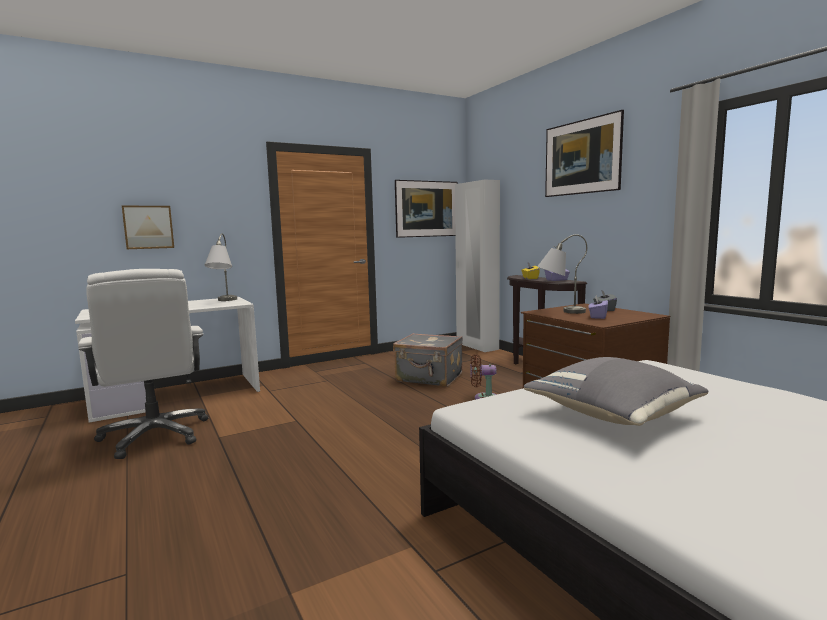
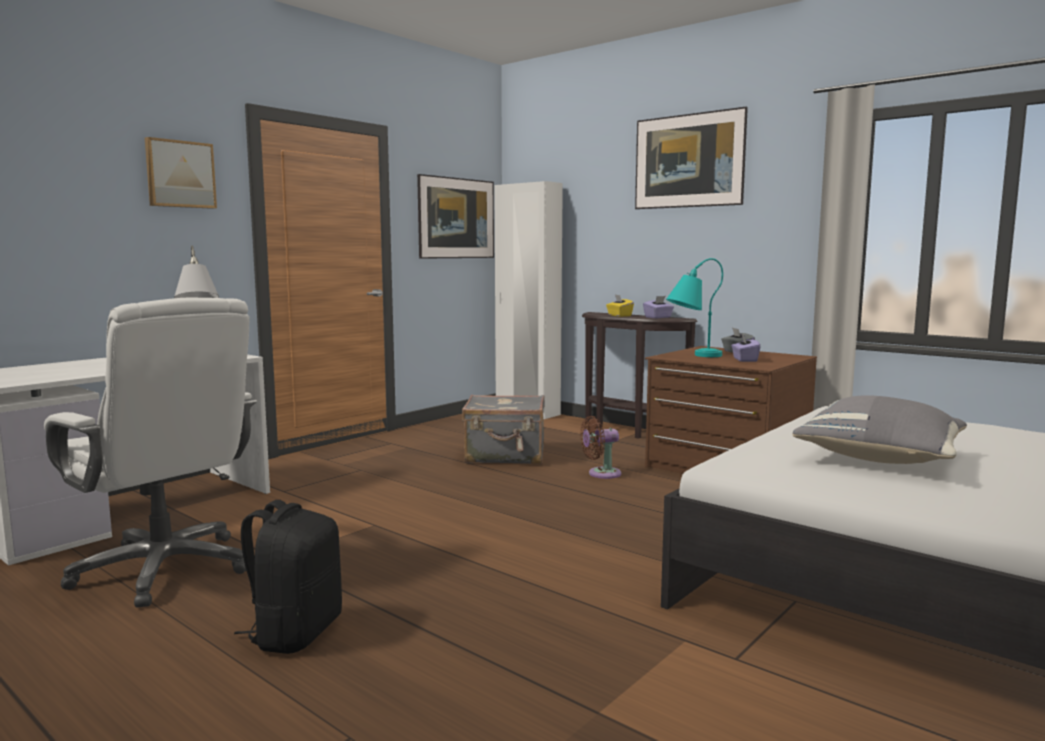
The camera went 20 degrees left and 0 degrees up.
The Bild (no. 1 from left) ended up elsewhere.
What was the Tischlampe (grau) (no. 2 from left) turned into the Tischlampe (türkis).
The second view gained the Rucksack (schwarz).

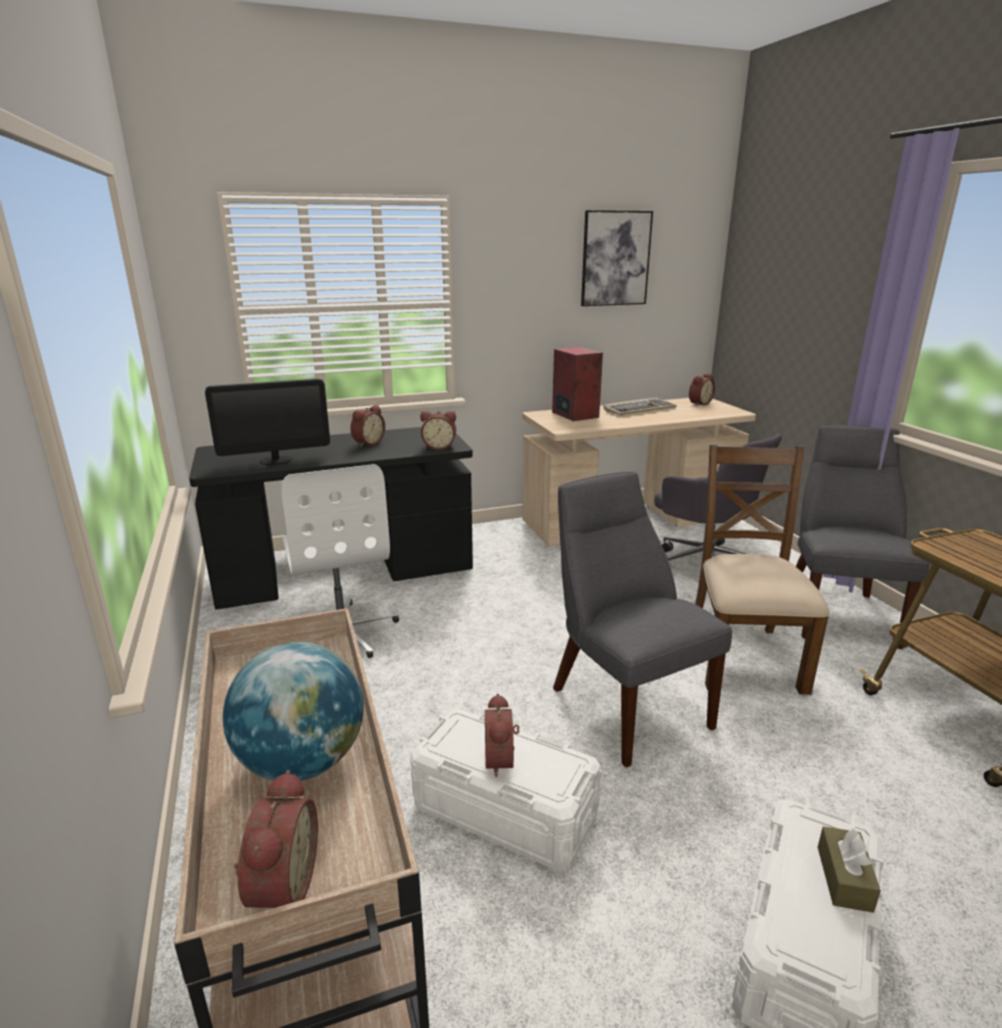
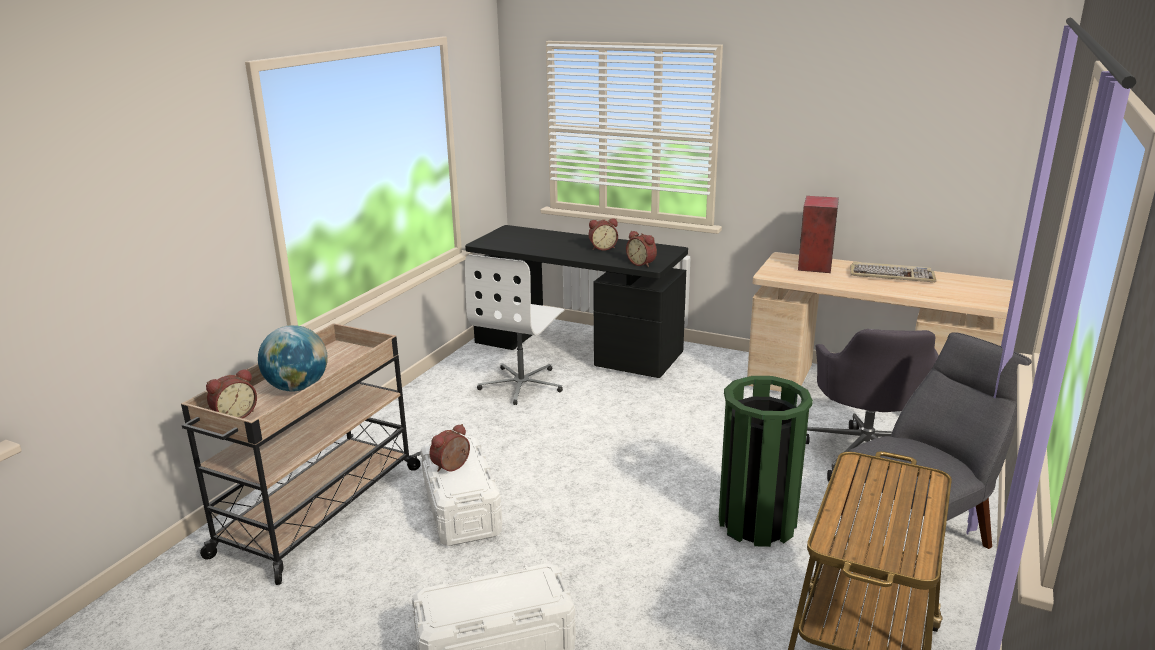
The camera went 45 degrees right and 0 degrees up.
The second view lost the Monitor.
The second view lost the Stuhl (grau) (no. 1 from left).
The second view lost the Bild.
The second view lost the Wecker (no. 5 from left).
Where the Stuhl (braun) stood, the Mülleimer (grün) came to stand.
The second view lost the Taschentuchbox (braun).

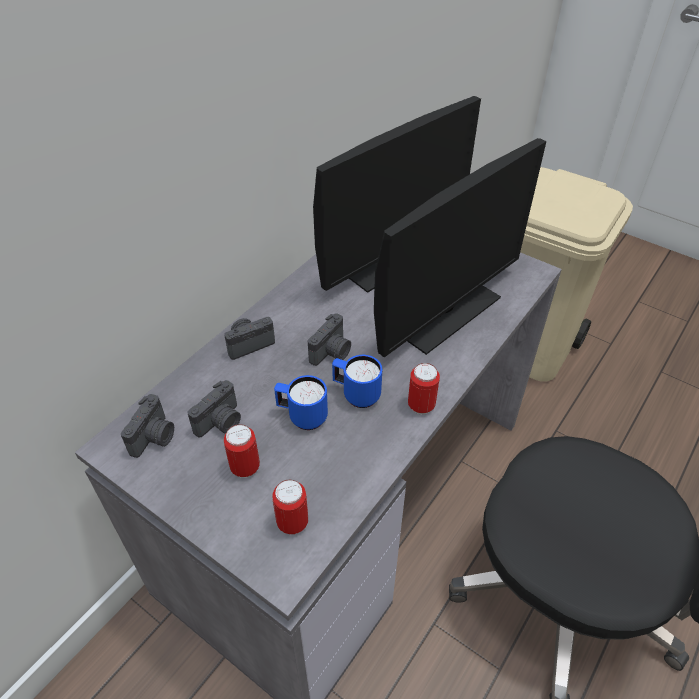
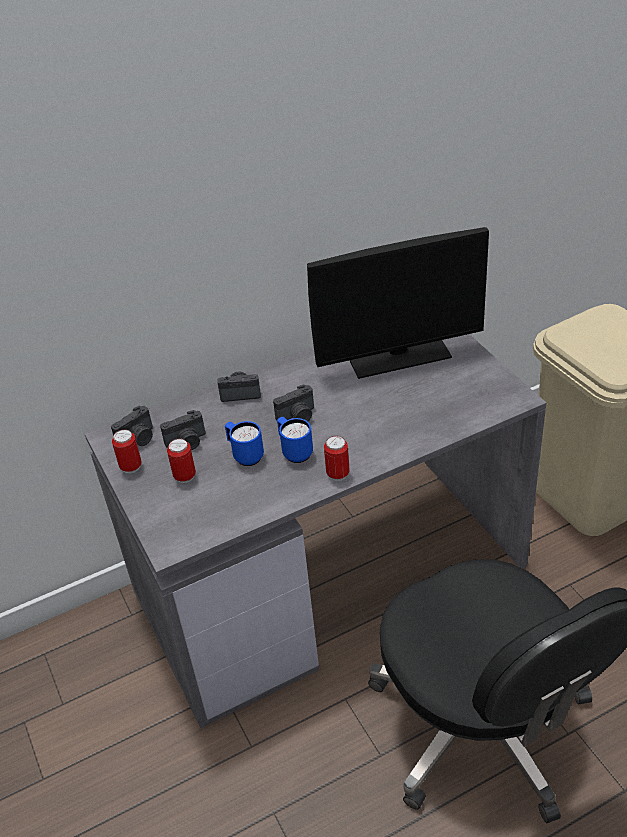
The camera went 30 degrees right and 5 degrees down.
The Dose (no. 2 from left in the first image) ended up elsewhere.
The second view lost the Monitor (no. 2 from left).

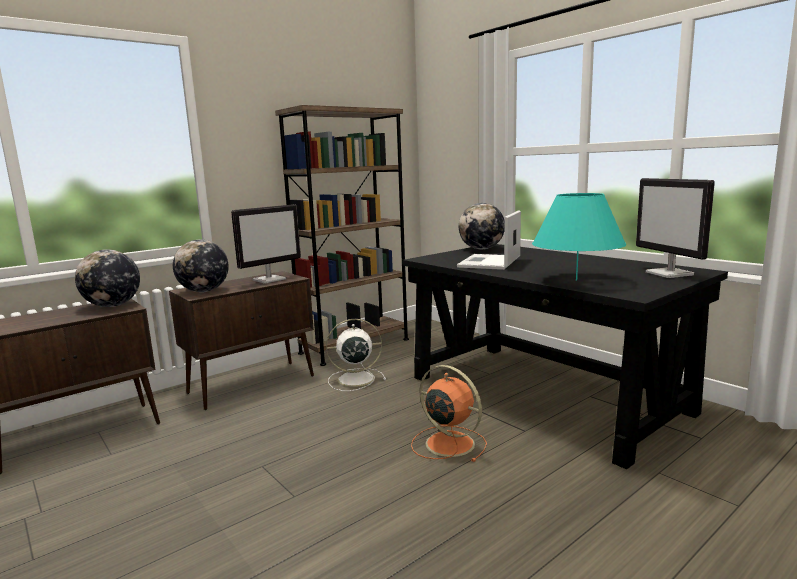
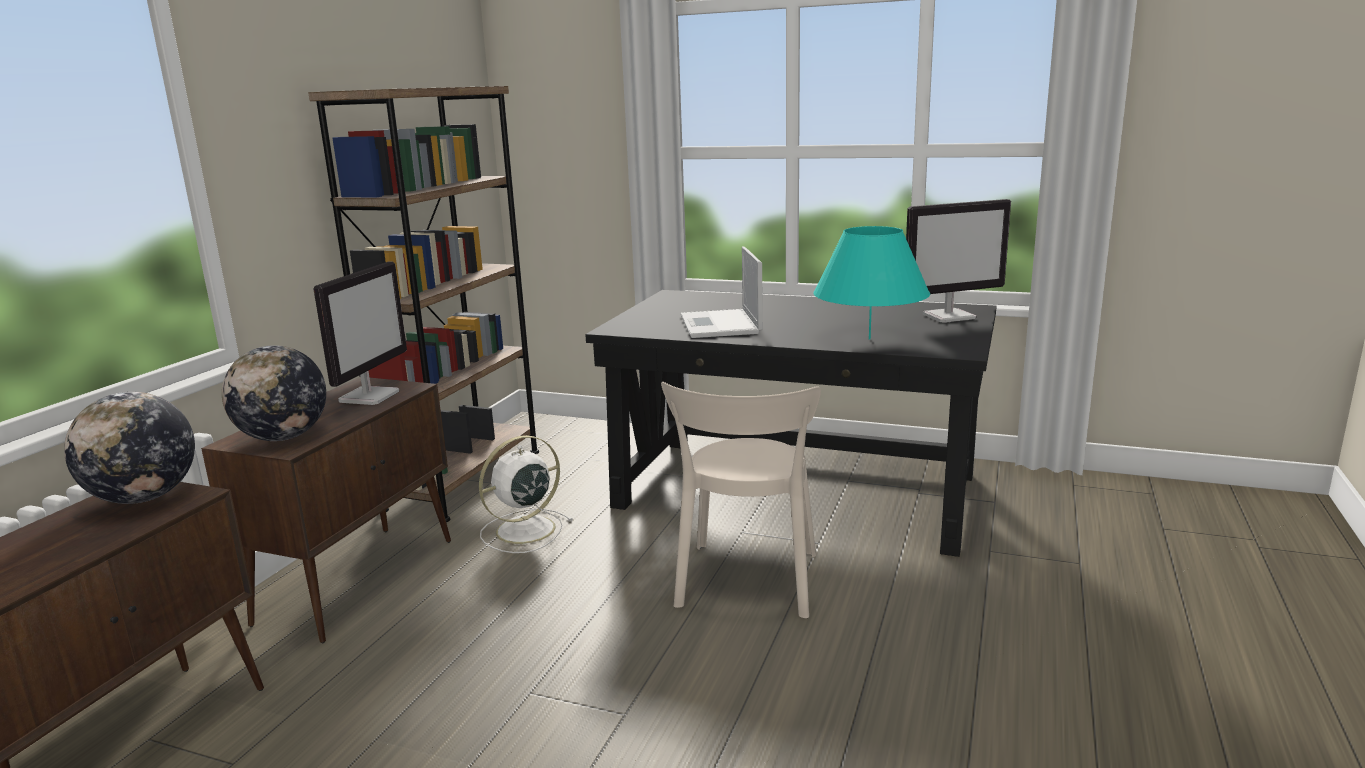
The camera went 30 degrees left and 5 degrees up.
Where the Ventilator (orange) stood, the Stuhl (beige) came to stand.
The second view lost the Globus (no. 3 from left).
The Monitor (no. 2 from left) ended up facing another way, 60 degrees counterclockwise from before.

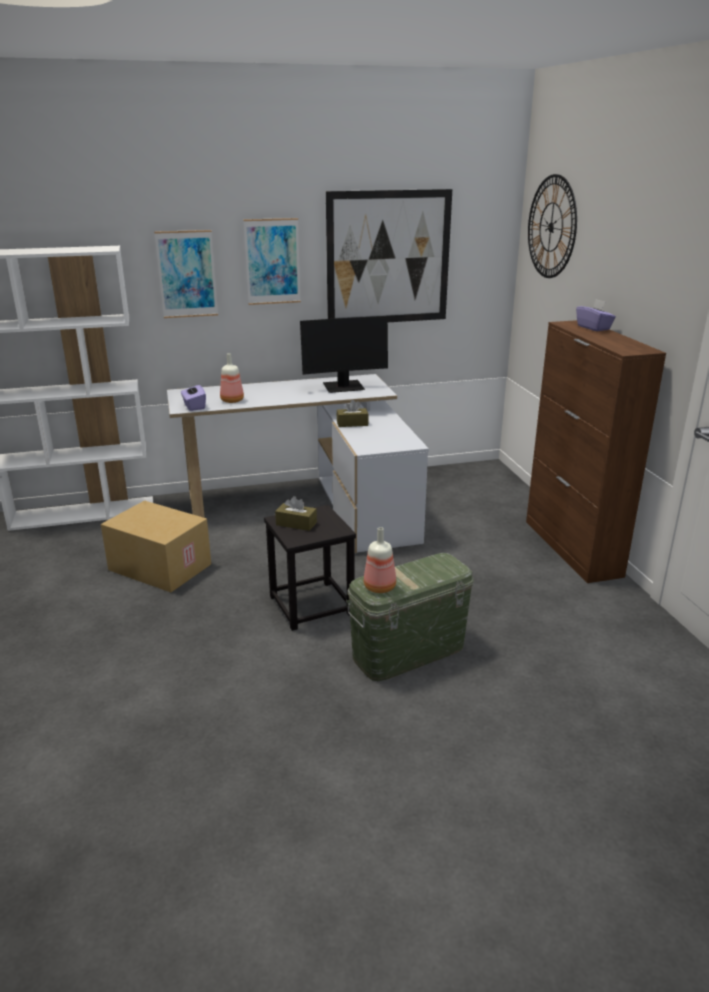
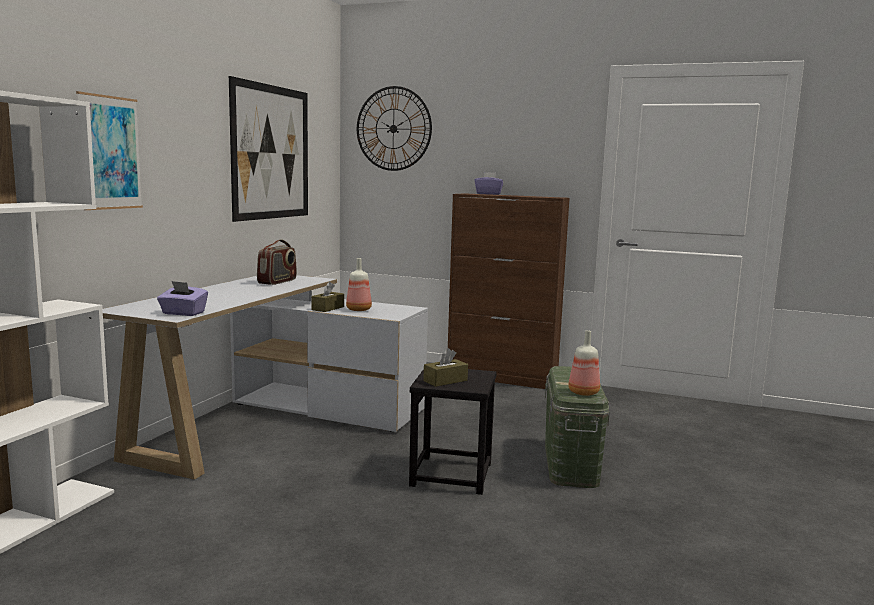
The camera went 55 degrees left and 15 degrees down.
The second view lost the Karton.
The Flasche (no. 1 from left) ended up elsewhere.
The second view lost the Bild (no. 2 from left).
Where the Monitor stood, the Radio came to stand.

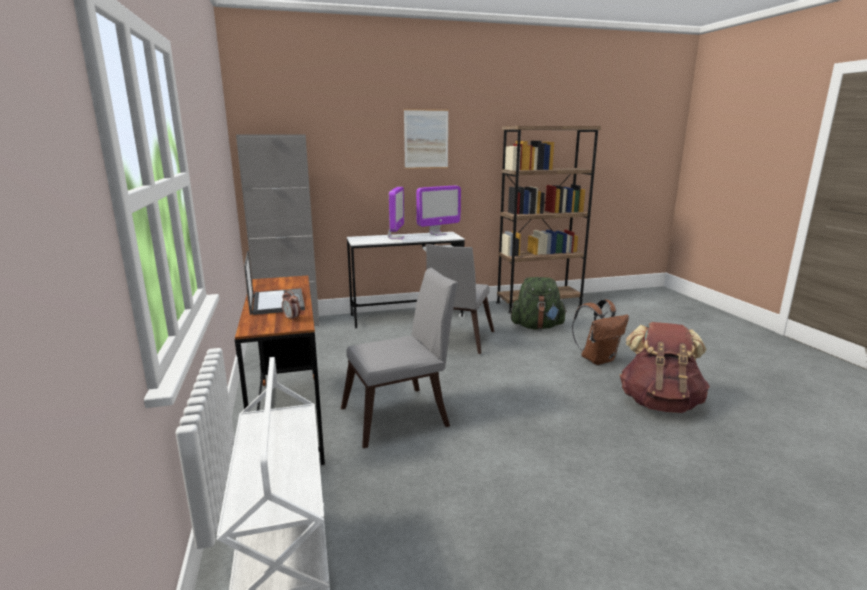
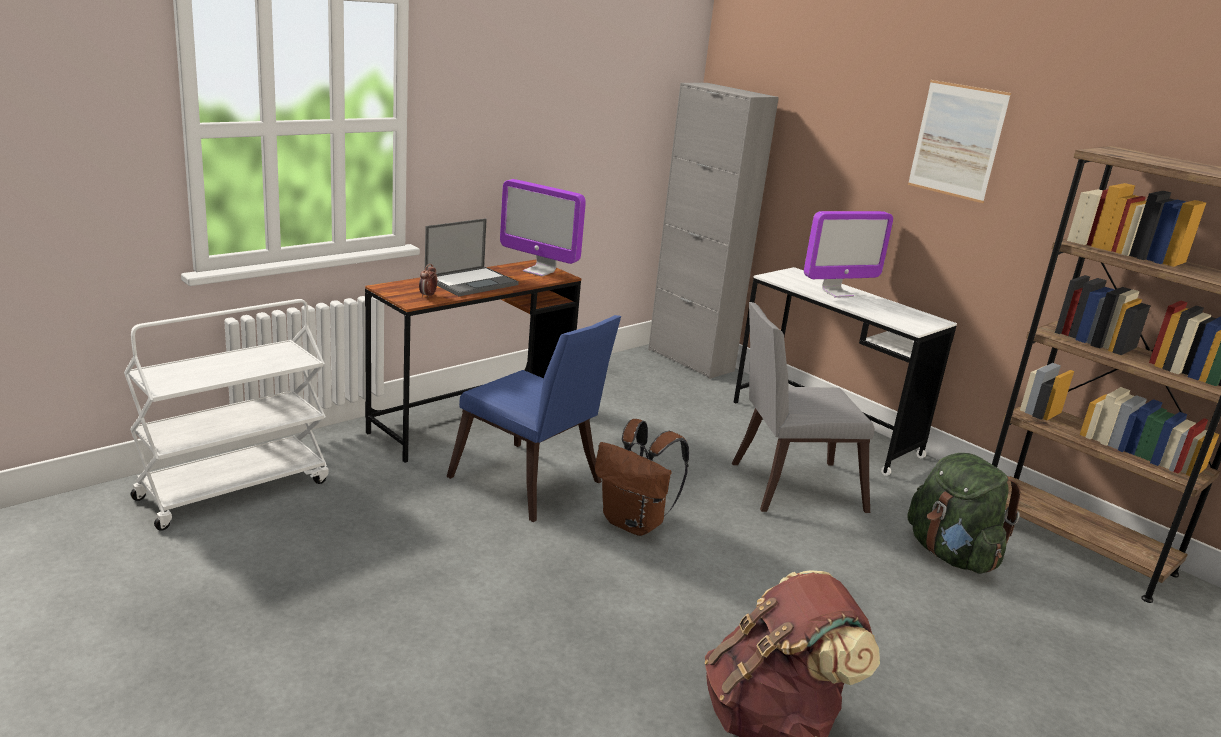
The camera went 60 degrees right and 5 degrees up.
What was the Stuhl (grau) (no. 1 from left) turned into the Stuhl (blau).
The Monitor (no. 2 from left in the first image) ended up elsewhere.
The Rucksack (braun) (no. 1 from left) ended up elsewhere.

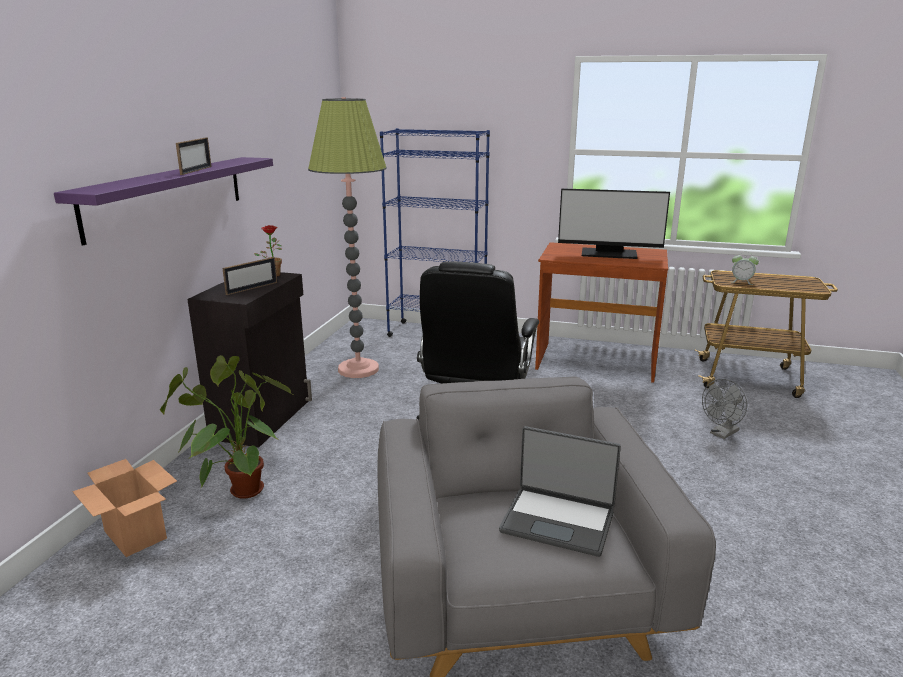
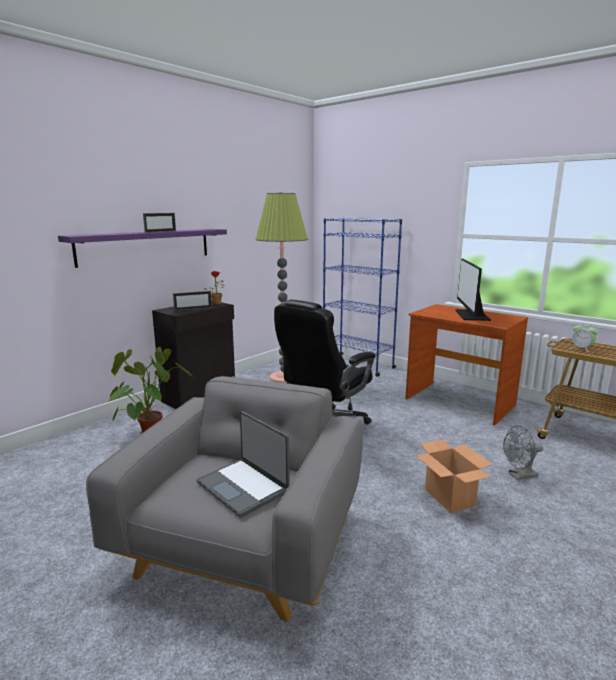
The camera went 25 degrees right and 5 degrees down.
The Karton ended up elsewhere.
The Monitor ended up facing another way, 60 degrees clockwise from before.

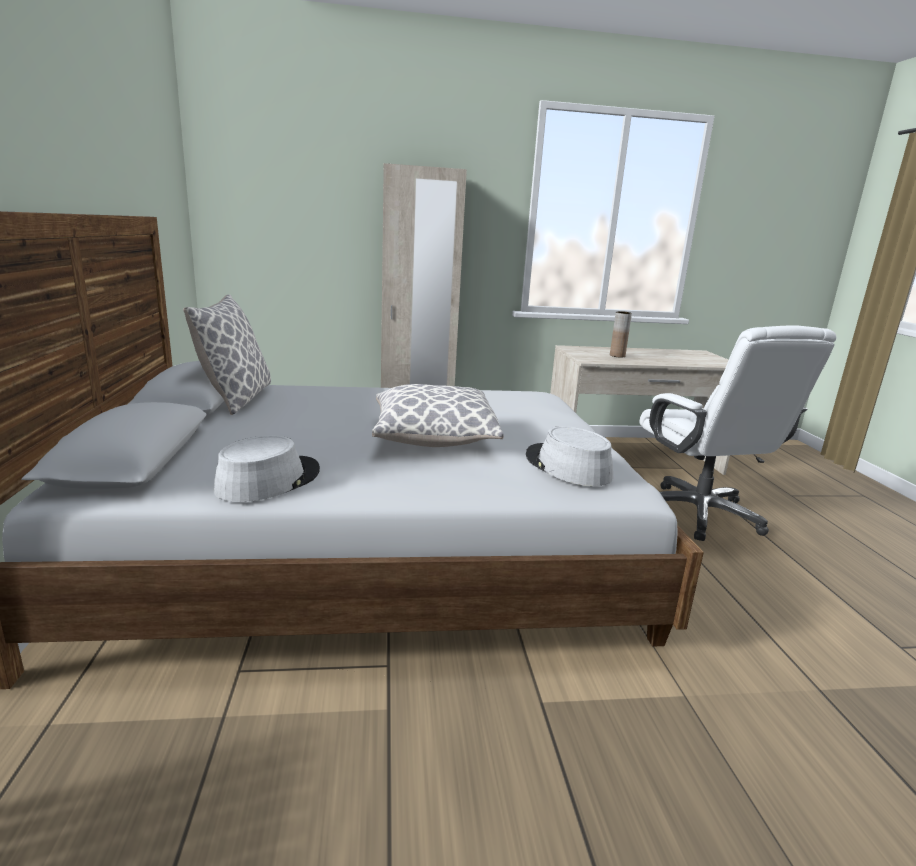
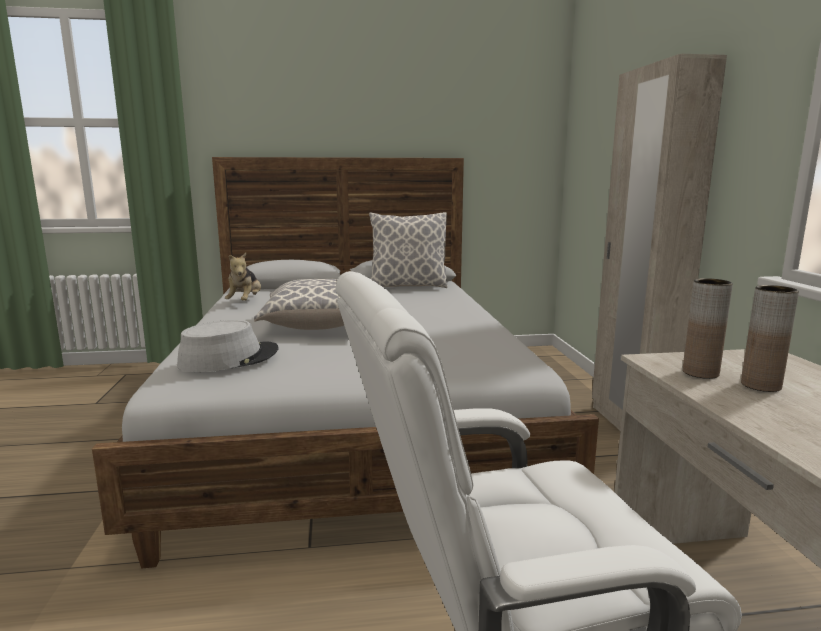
The camera went 90 degrees right and 5 degrees down.
Where the Hut (grau) (no. 1 from left) stood, the Plüschtier came to stand.
The second view gained the Vase (braun) (no. 1 from left).

